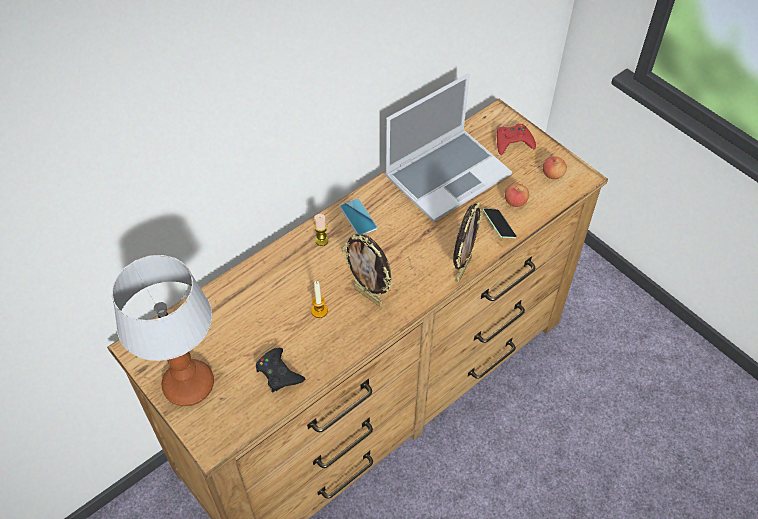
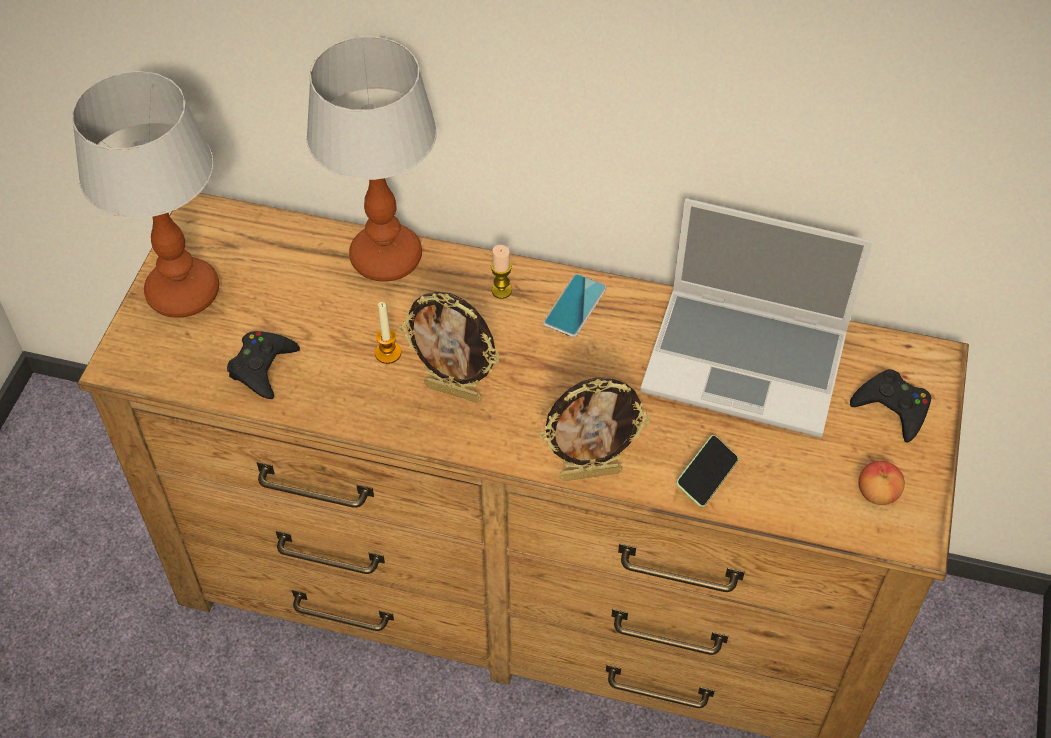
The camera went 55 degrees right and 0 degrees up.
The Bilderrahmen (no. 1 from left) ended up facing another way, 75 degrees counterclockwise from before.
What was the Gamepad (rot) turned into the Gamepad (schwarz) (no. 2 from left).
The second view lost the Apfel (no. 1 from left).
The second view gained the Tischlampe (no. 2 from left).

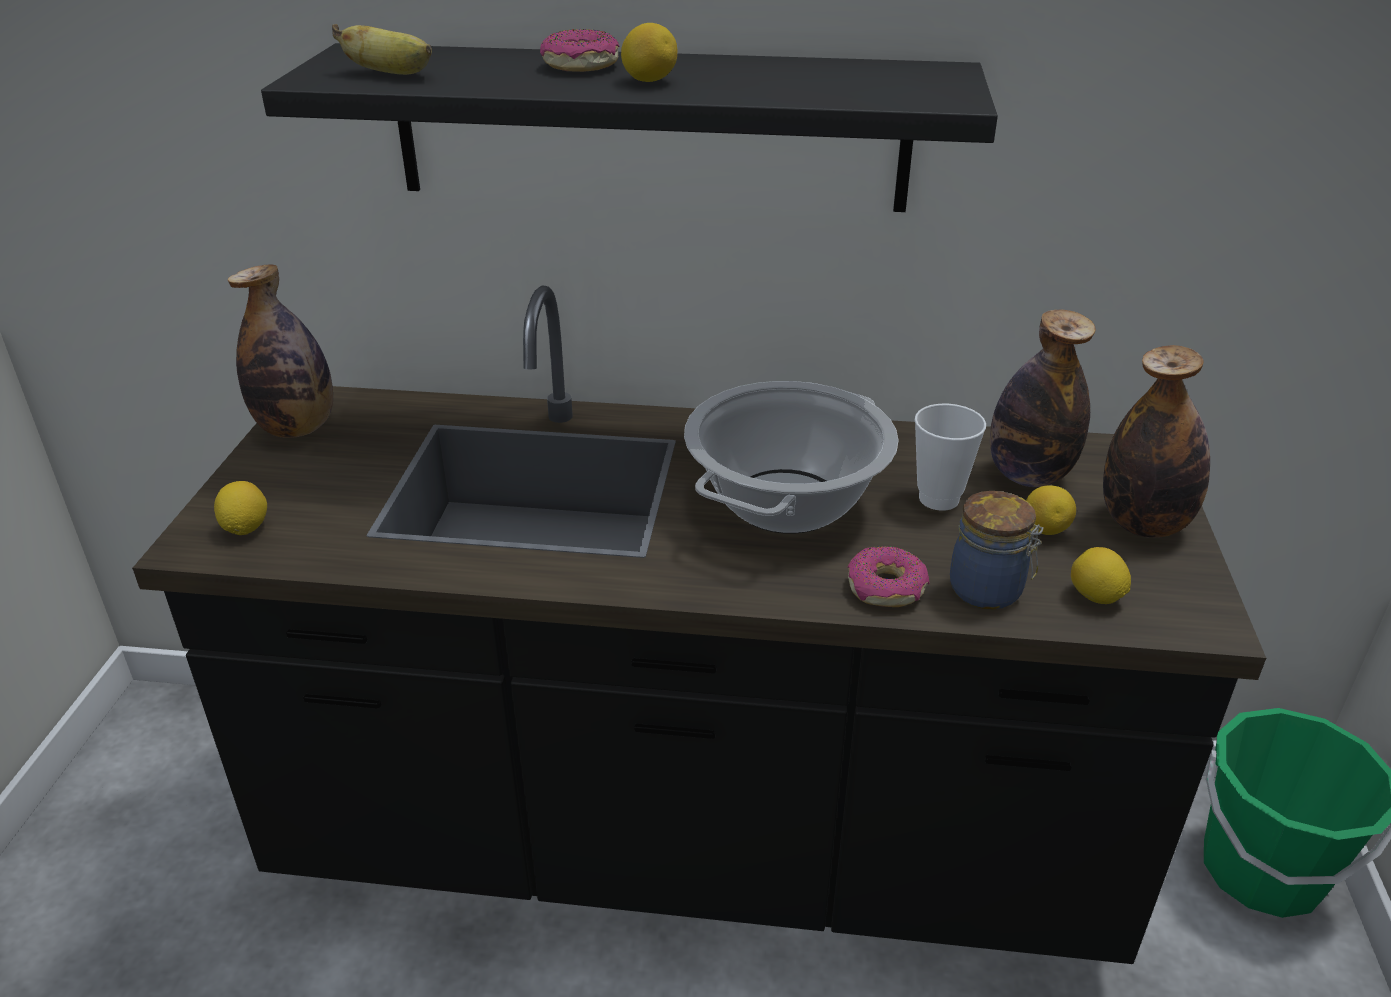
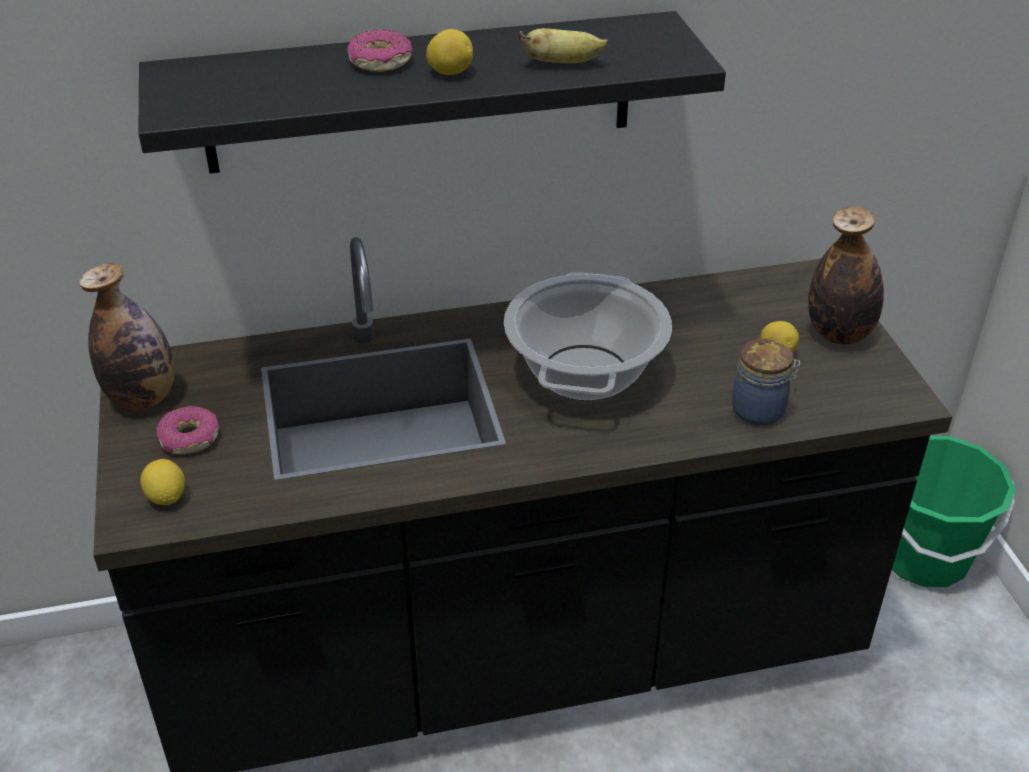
The camera went 20 degrees left and 5 degrees up.
The Banane ended up elsewhere.
The Donut (no. 2 from left in the first image) ended up elsewhere.
The second view lost the Tasse.
The second view lost the Flasche (no. 2 from left).
The second view lost the Zitrone (no. 4 from left).

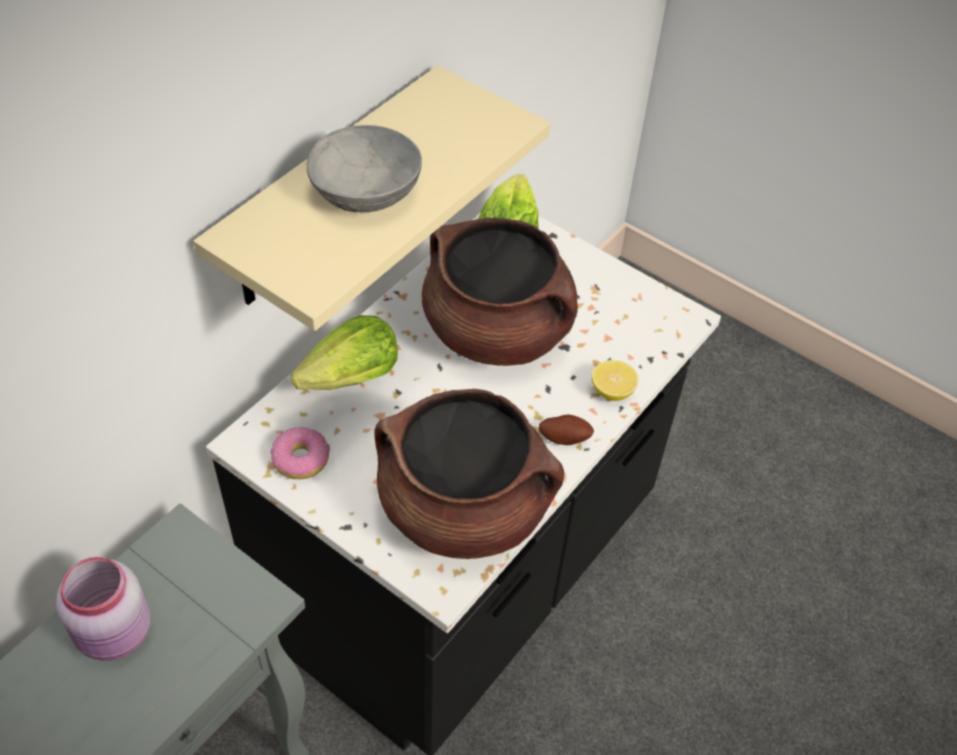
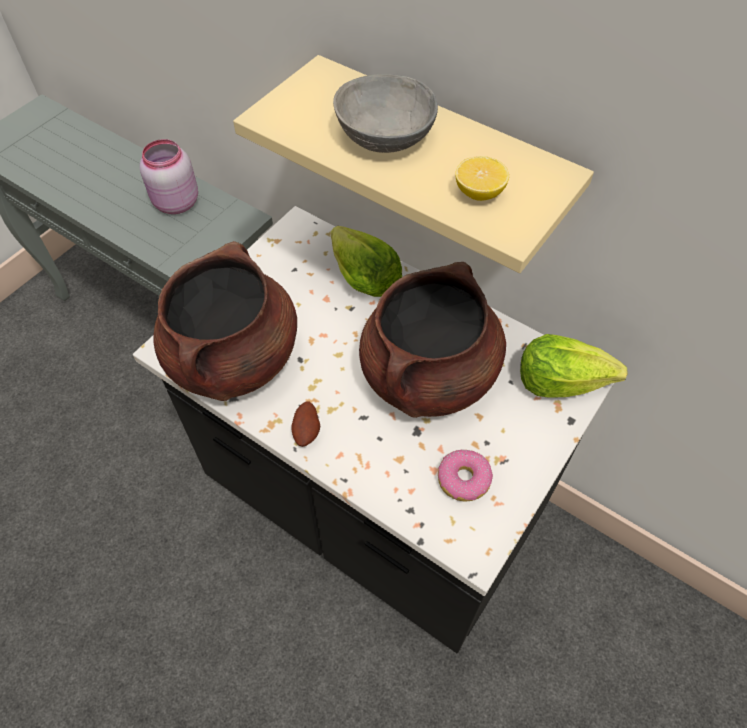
The camera went 90 degrees right and 5 degrees up.
The Donut ended up elsewhere.
The Zitrone ended up elsewhere.

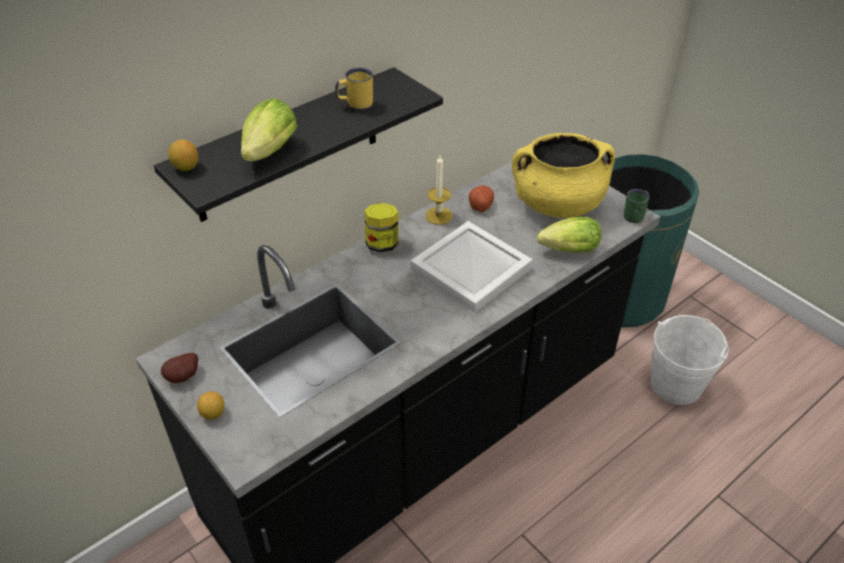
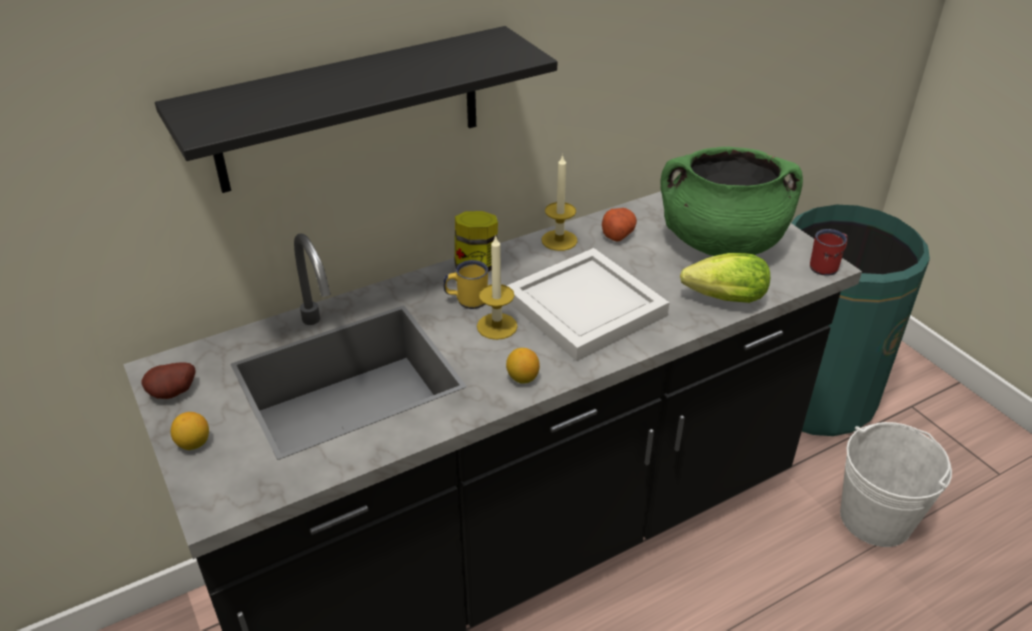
The camera went 10 degrees right and 5 degrees down.
The Zitrone (no. 1 from left in the first image) ended up elsewhere.
The second view lost the Salatkopf (no. 1 from left).
The Henkelbecher (gelb) ended up elsewhere.
What was the Kochtopf (gelb) turned into the Kochtopf (grün).
What was the Henkelbecher (grün) turned into the Henkelbecher (rot).
The second view gained the Kerze (no. 1 from left).

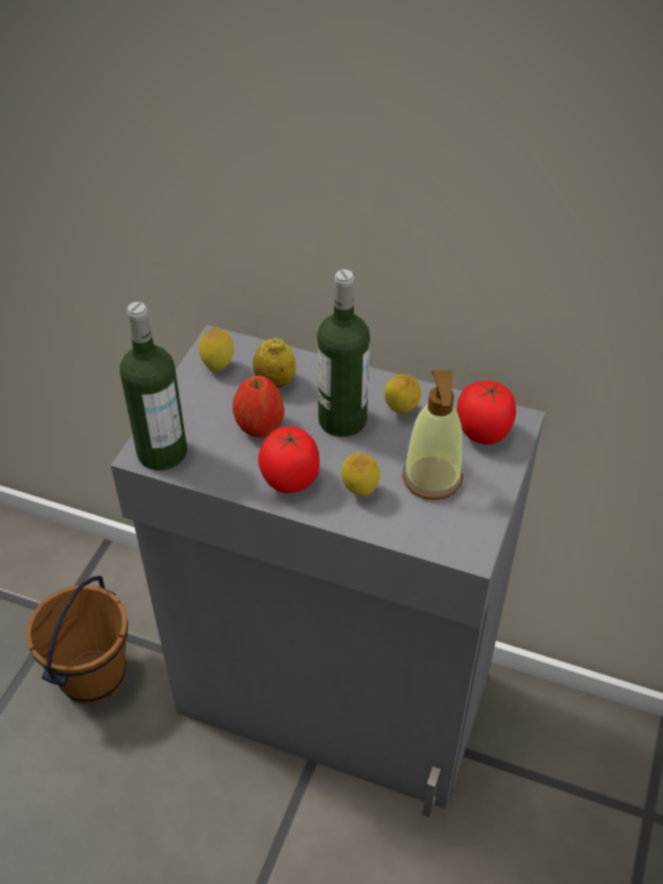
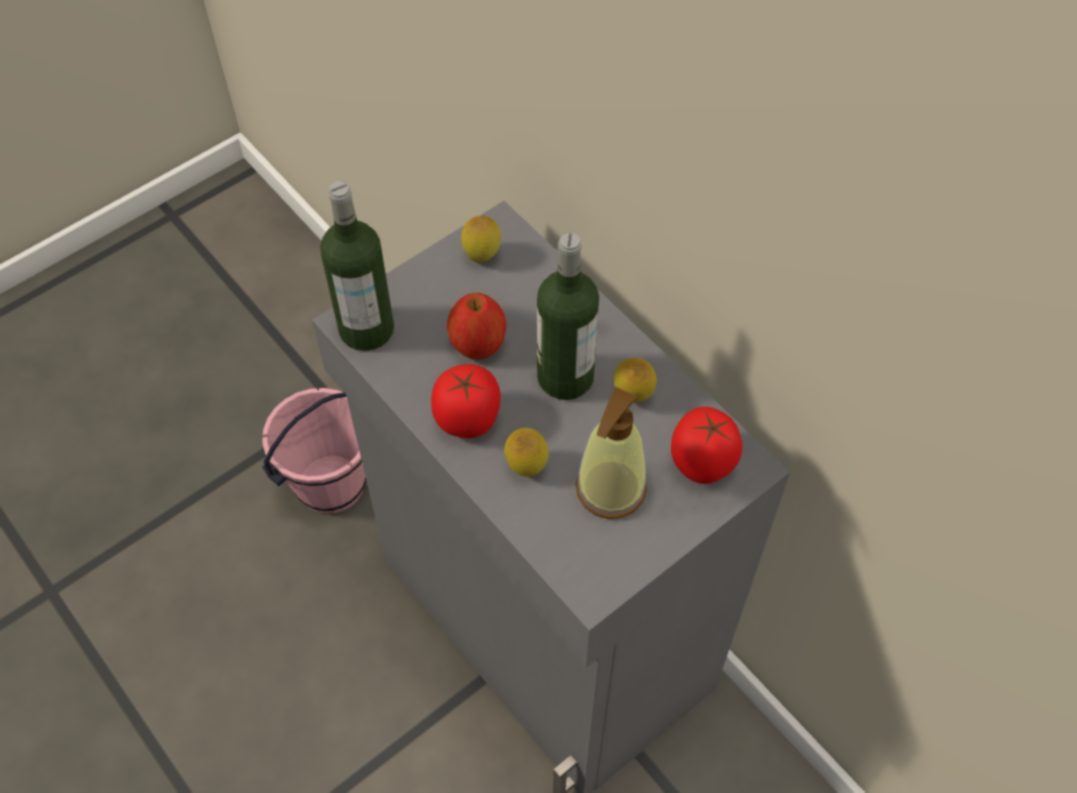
The camera went 30 degrees right and 10 degrees up.
What was the Eimer (braun) turned into the Eimer (rosa).
The second view lost the Zitrone (no. 2 from left).

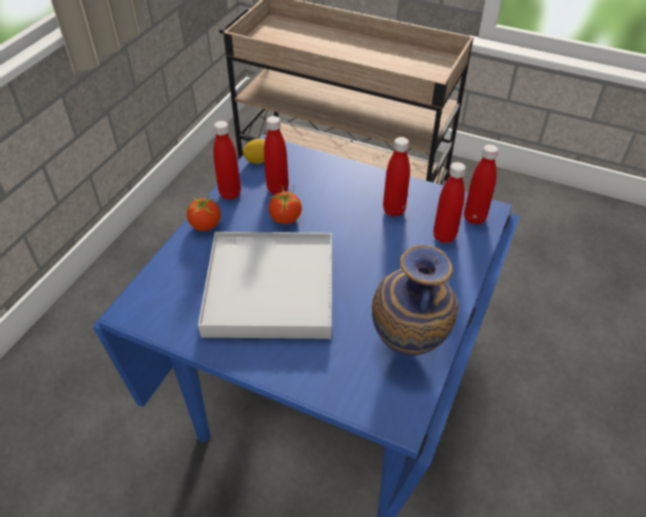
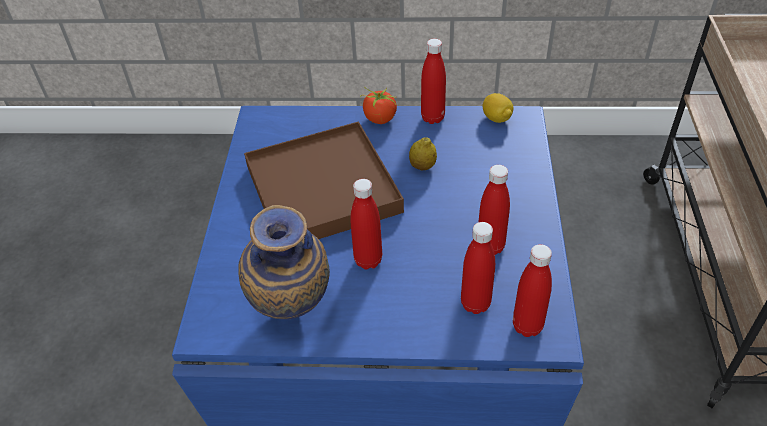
The camera went 70 degrees right and 0 degrees up.
What was the Tablett (weiß) turned into the Tablett (braun).
The Flasche (rot) (no. 2 from left in the first image) ended up elsewhere.
Where the Tomate (no. 2 from left) stood, the Zitrone (no. 1 from left) came to stand.

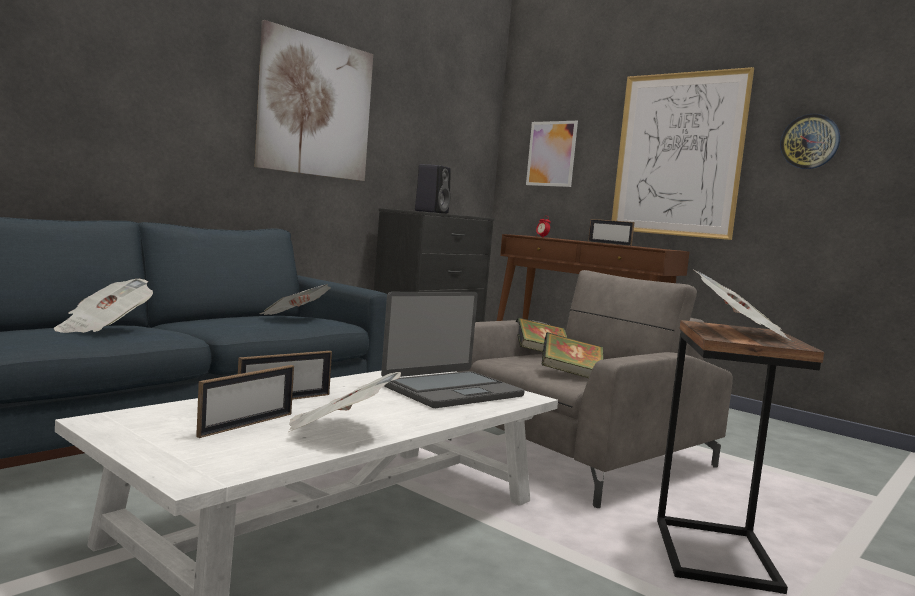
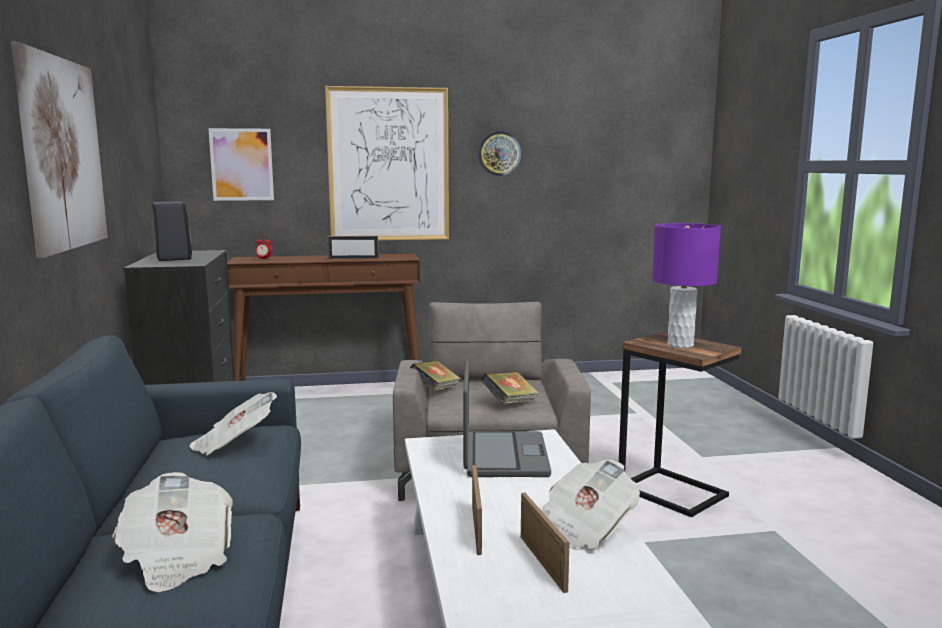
The camera went 50 degrees left and 5 degrees up.
Where the Zeitung (no. 4 from left) stood, the Tischlampe (lila) came to stand.

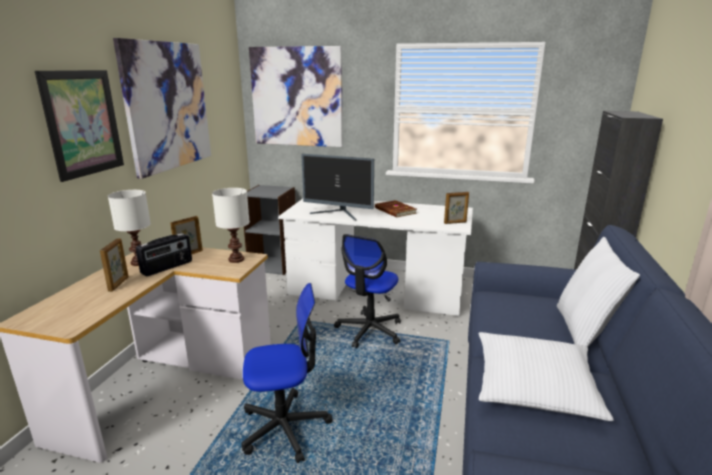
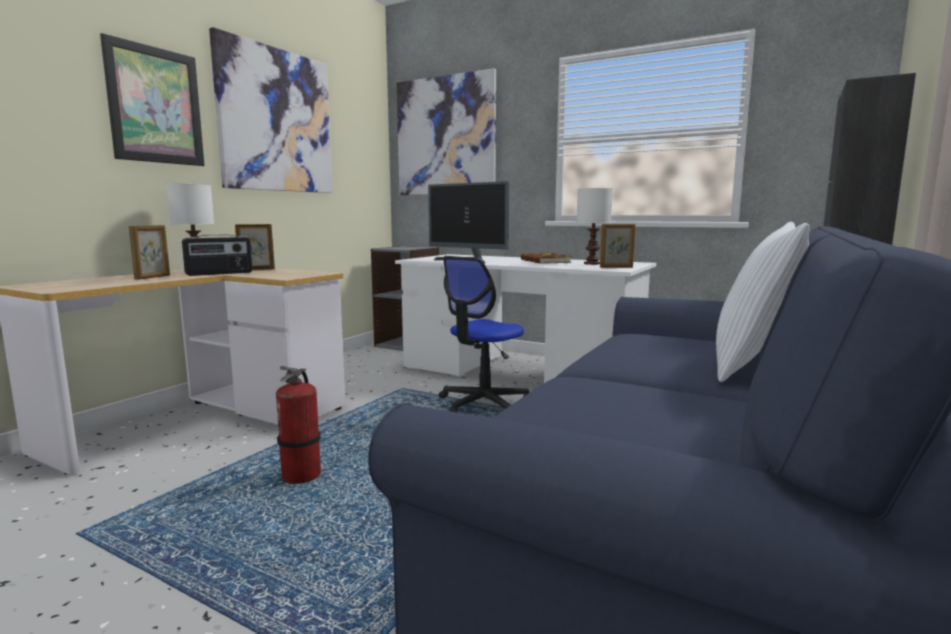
The camera went 15 degrees right and 10 degrees down.
The Tischlampe (weiß) (no. 2 from left) ended up elsewhere.
Where the Bürostuhl (no. 1 from left) stood, the Feuerlöscher came to stand.
The second view lost the Kissen (weiß) (no. 1 from left).

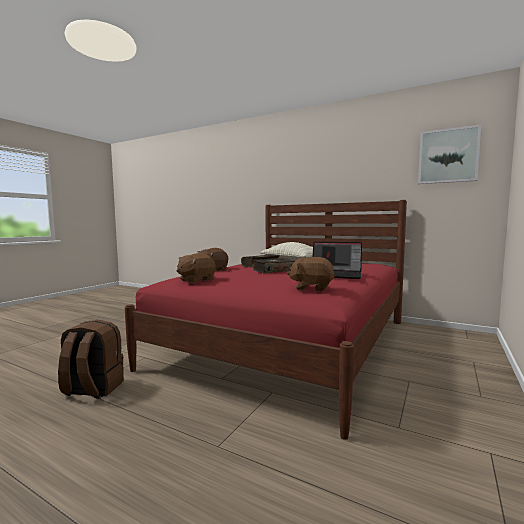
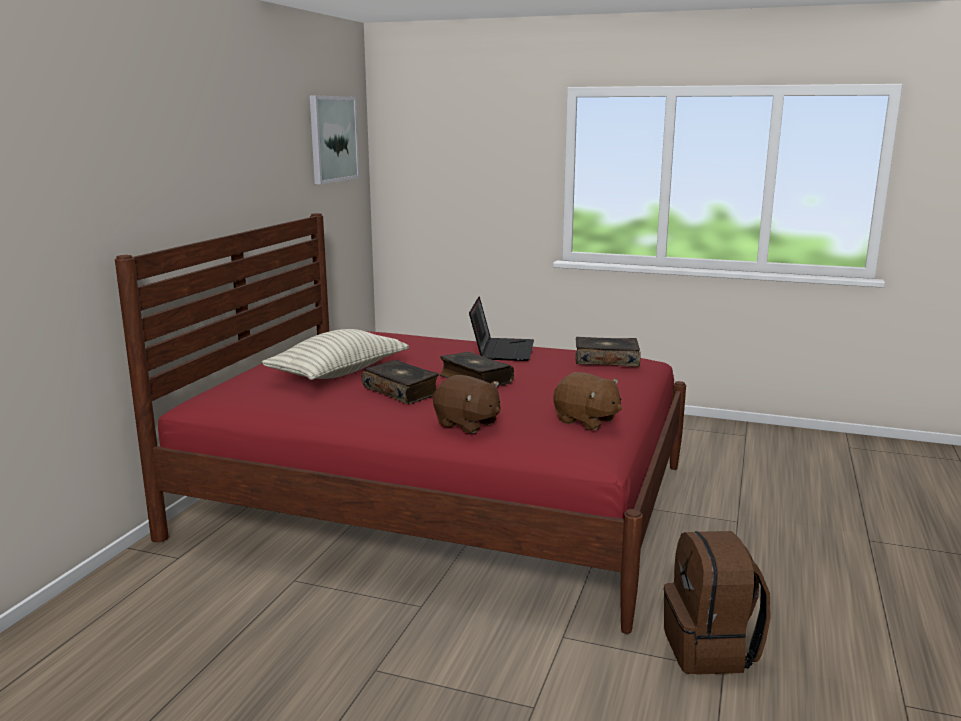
The camera went 100 degrees left and 10 degrees up.
Where the Plüschtier (braun) (no. 3 from left) stood, the Buch (no. 3 from left) came to stand.

